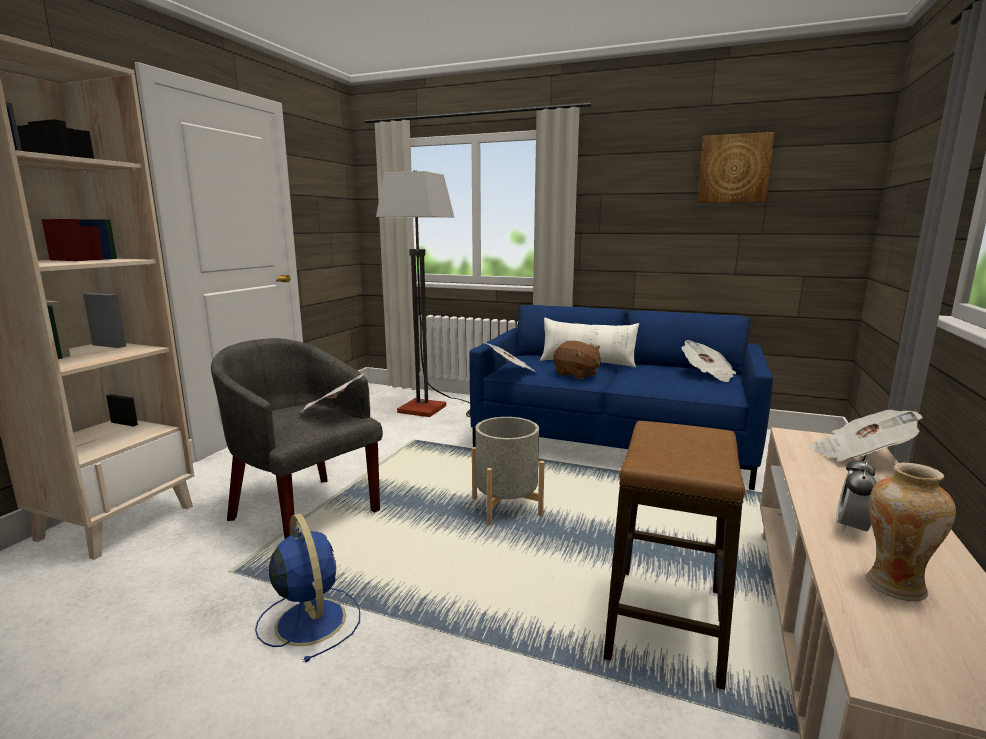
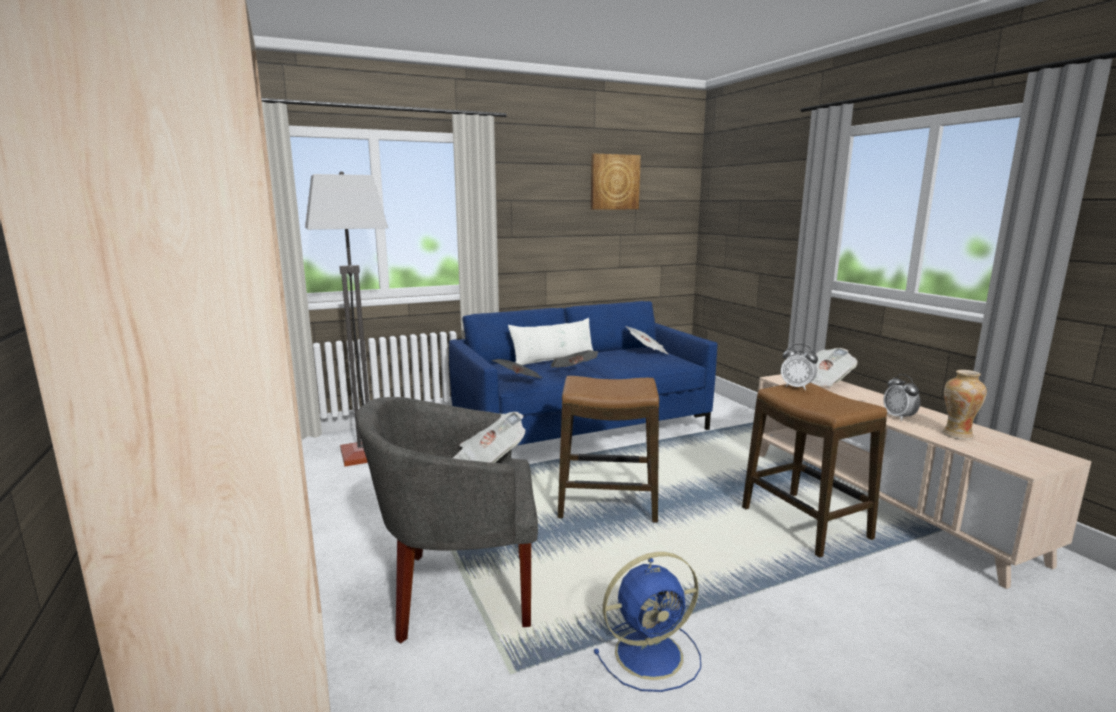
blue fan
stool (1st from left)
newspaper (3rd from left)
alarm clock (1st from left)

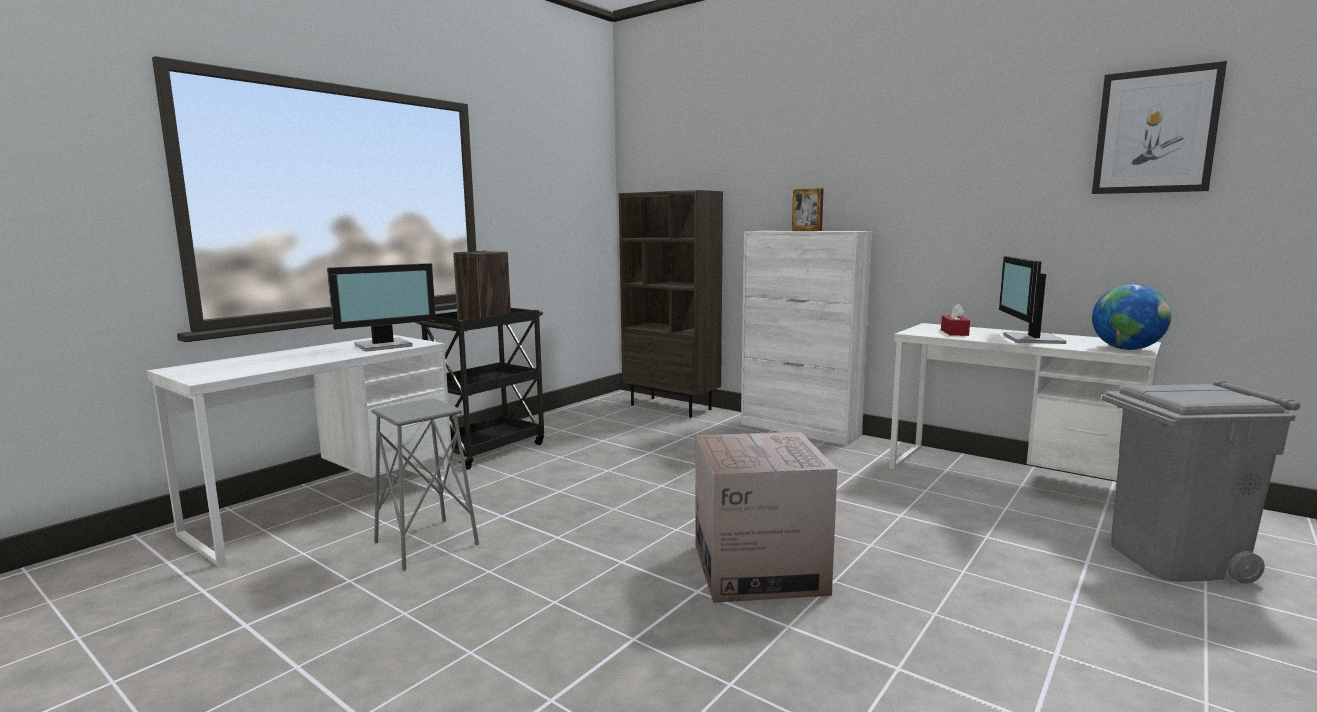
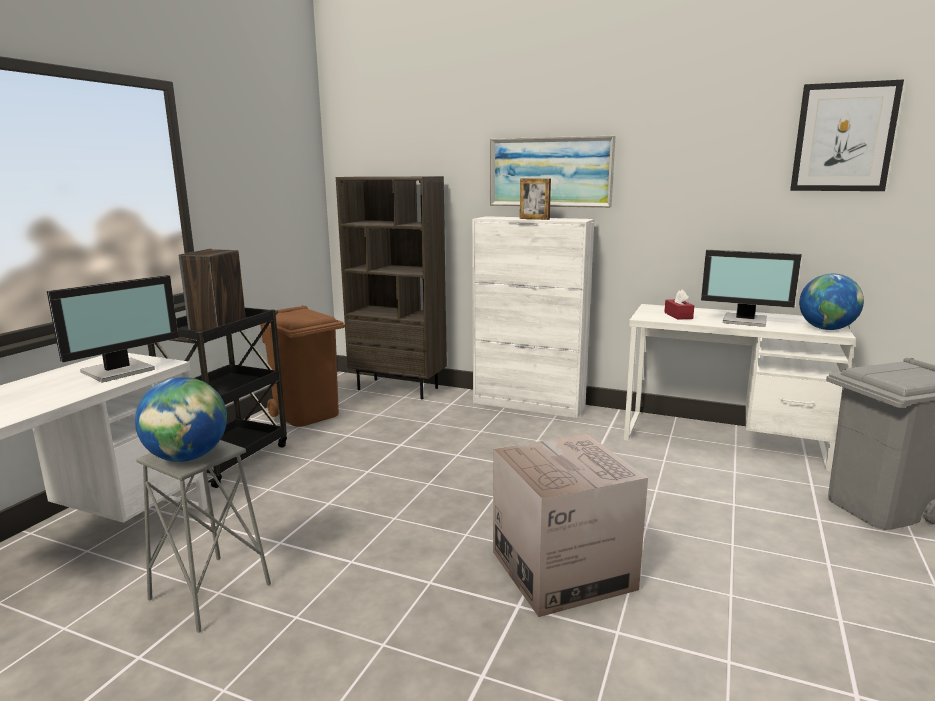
monitor (2nd from left)
globe (1st from left)
brown trash can
picture (1st from left)

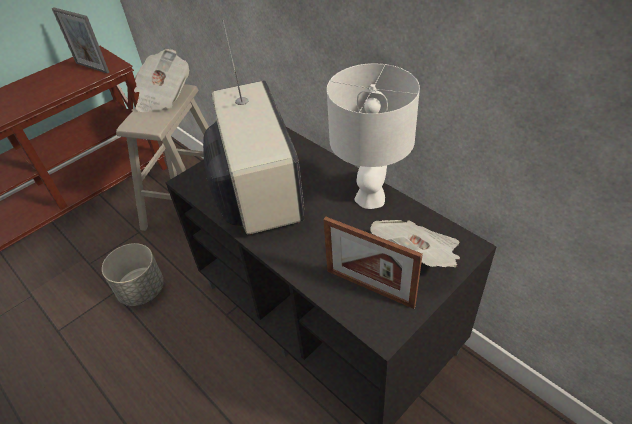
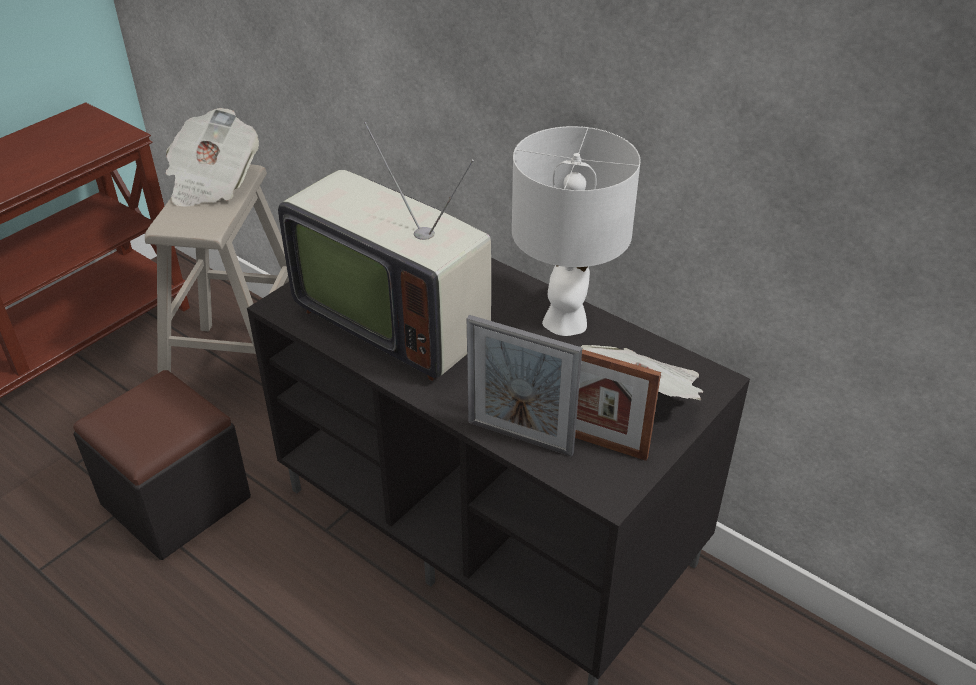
picture frame (1st from left)
black ottoman
television

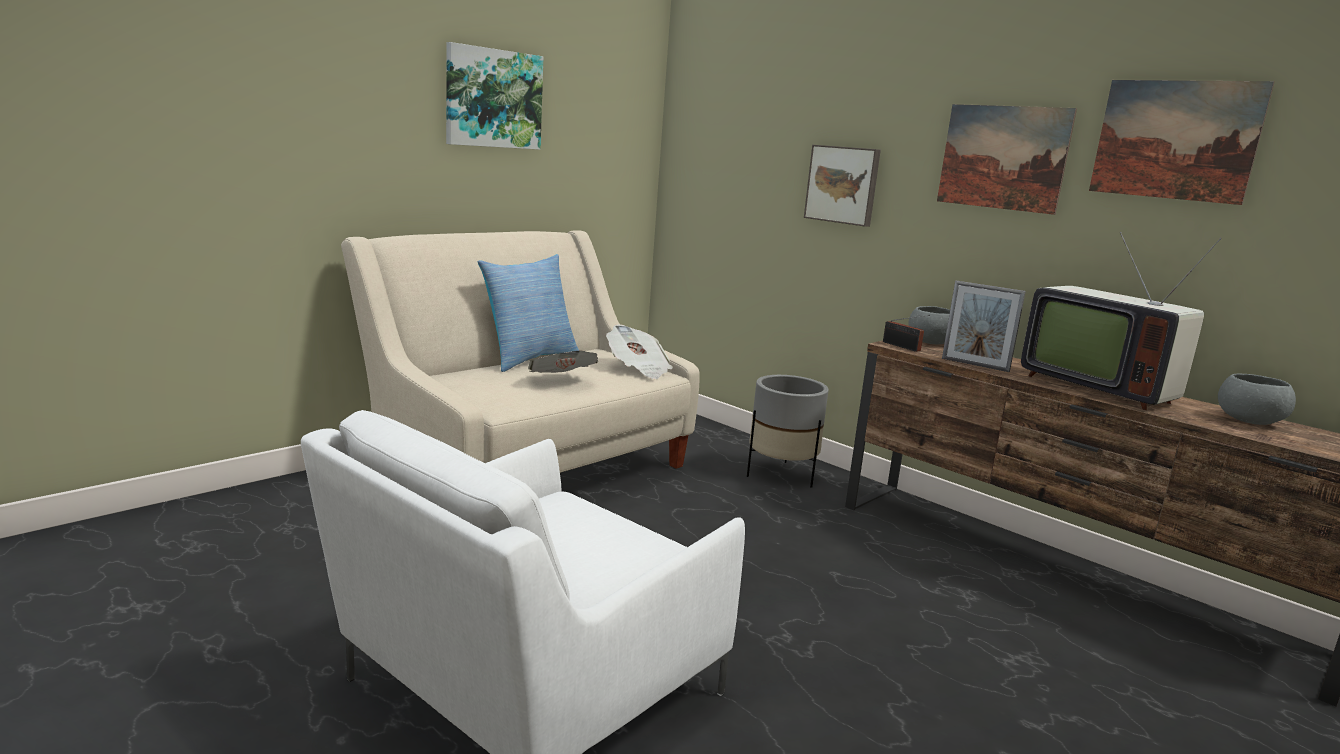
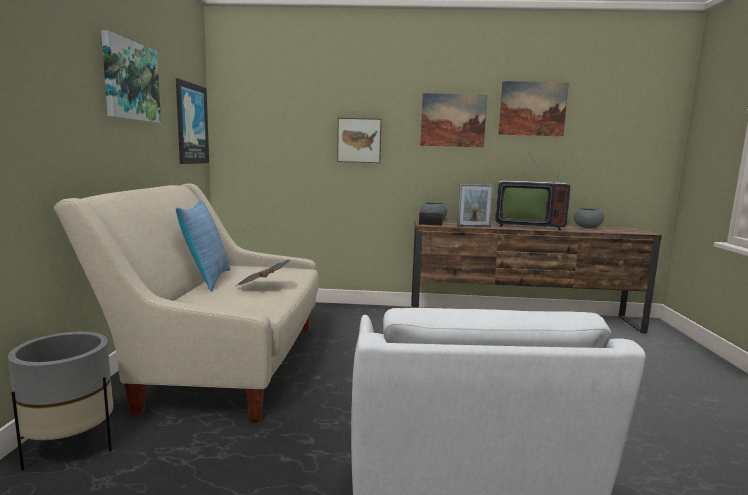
newspaper (2nd from left in the first image)
grey planter
picture (2nd from left)

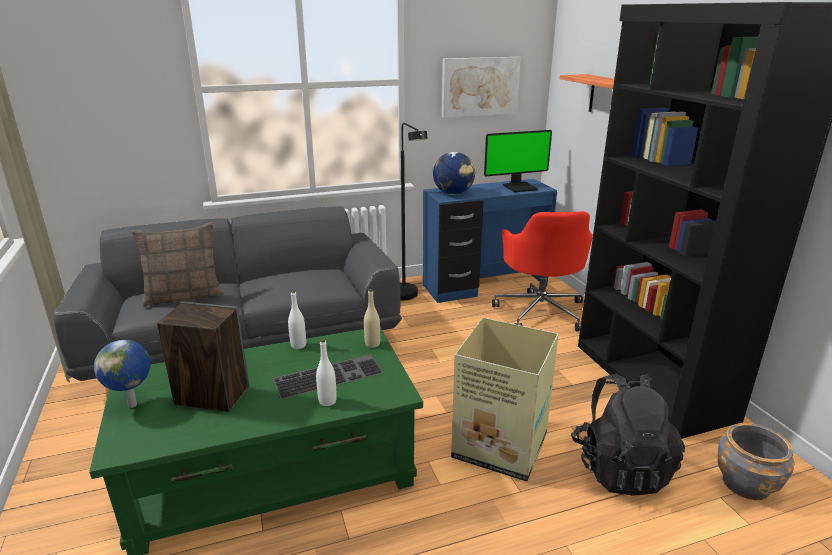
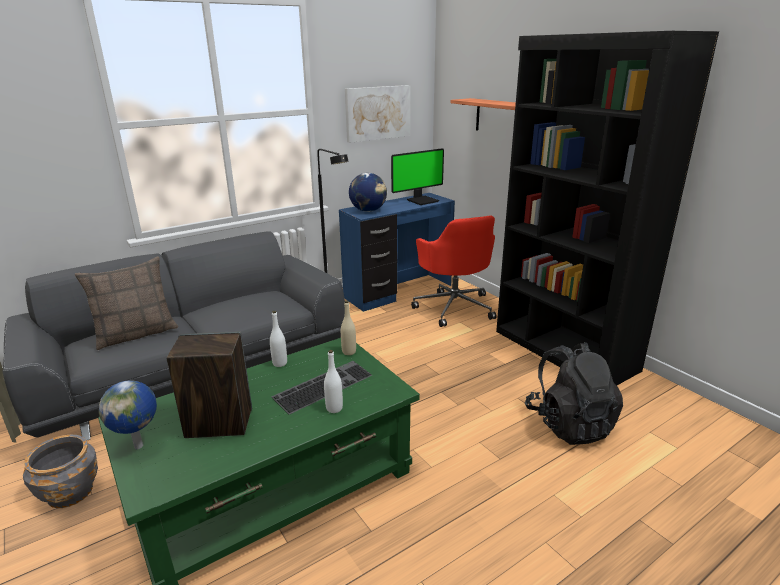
cardboard box
grey planter

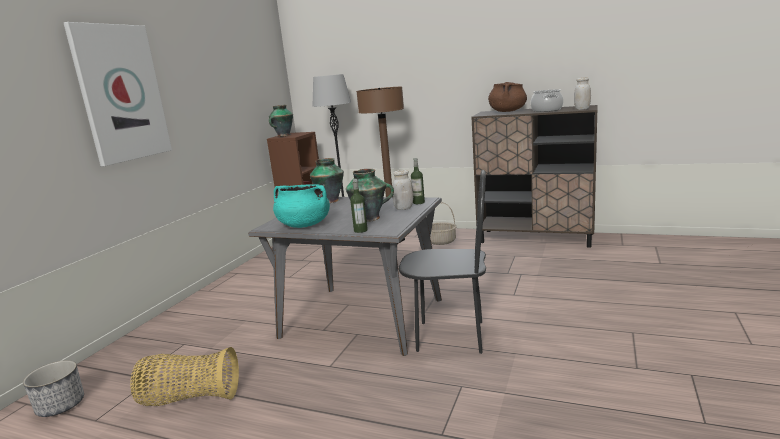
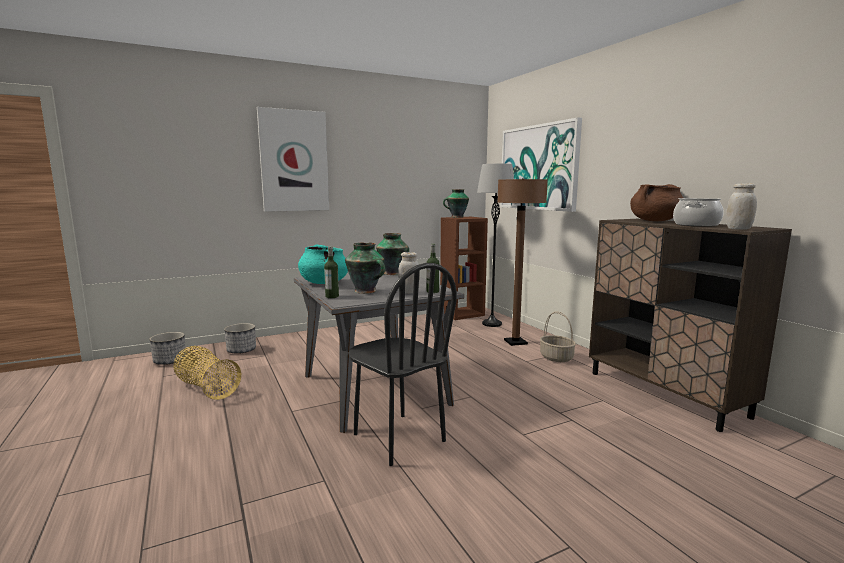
planter (2nd from left)
picture (2nd from left)

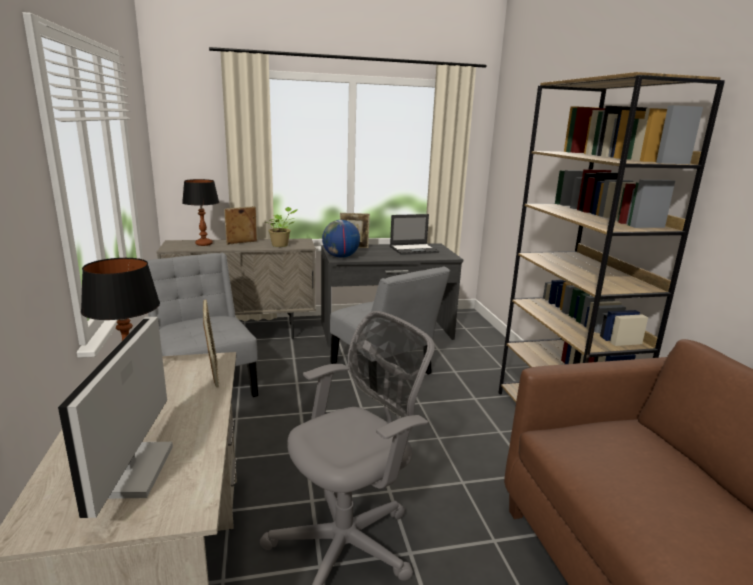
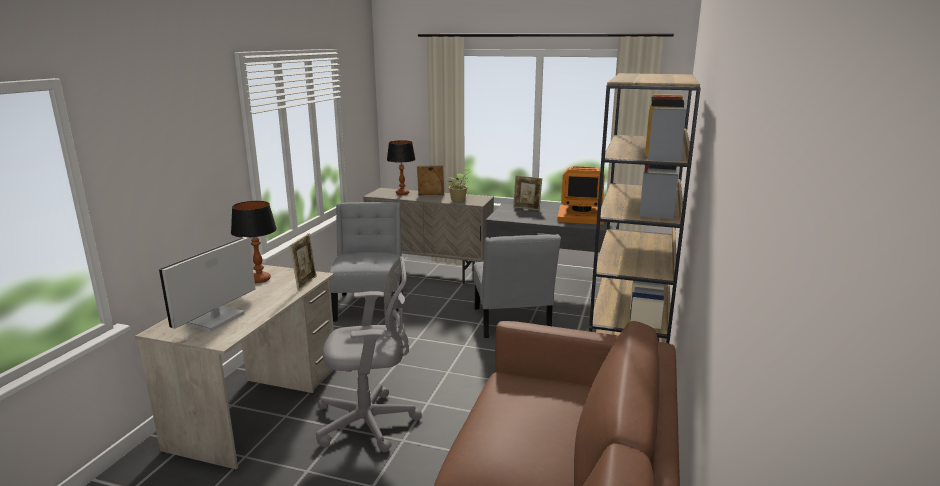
globe
monitor (2nd from left)

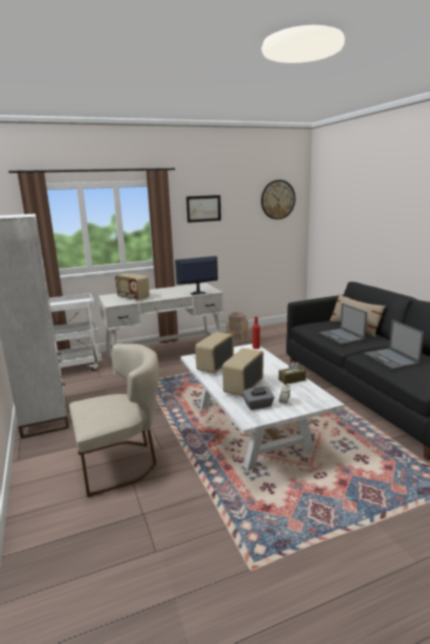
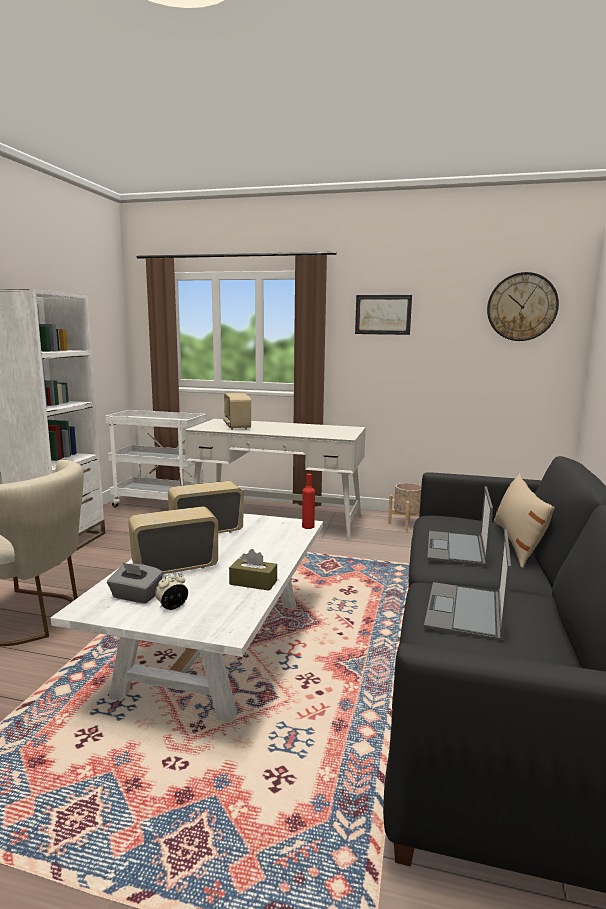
monitor

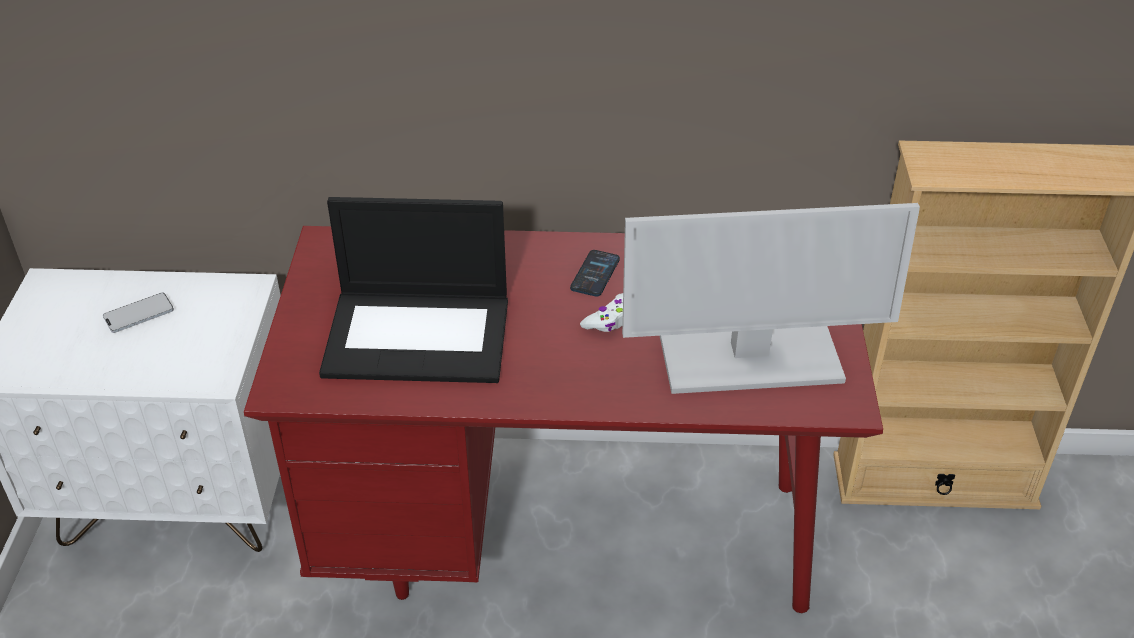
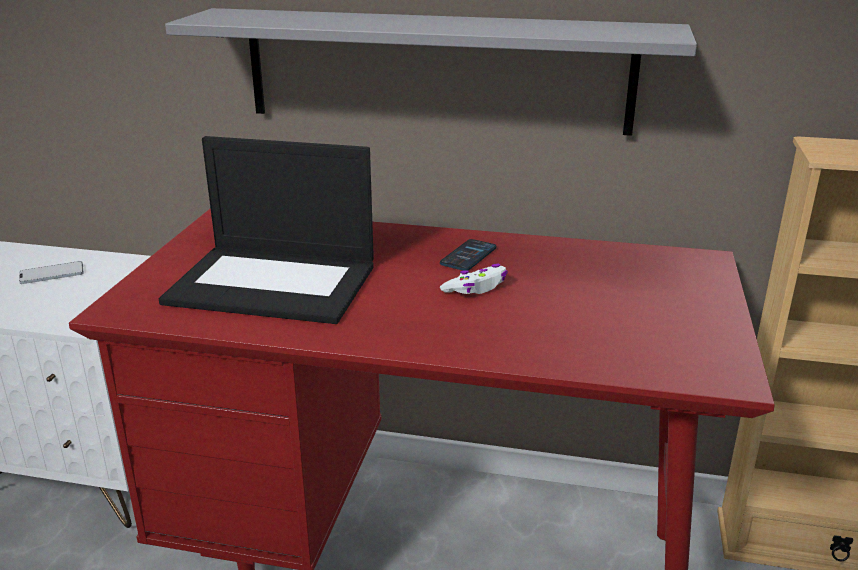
monitor
grey shelf

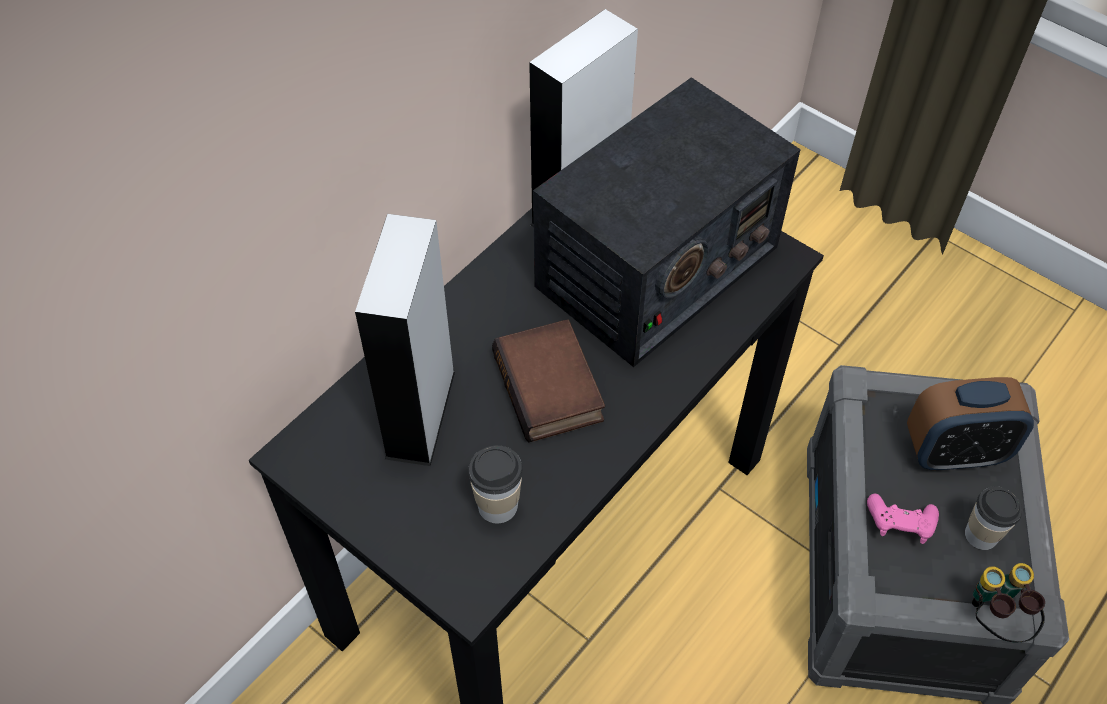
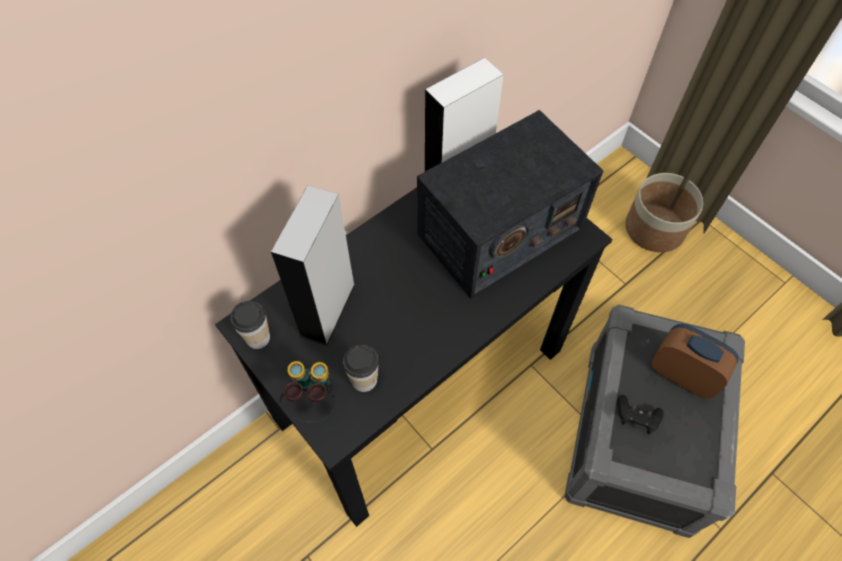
book
black game controller
alarm clock
cup (1st from left)
binoculars
planter

